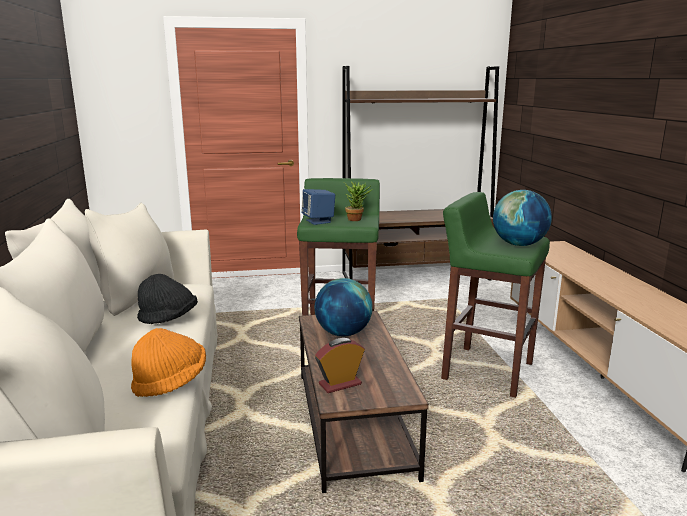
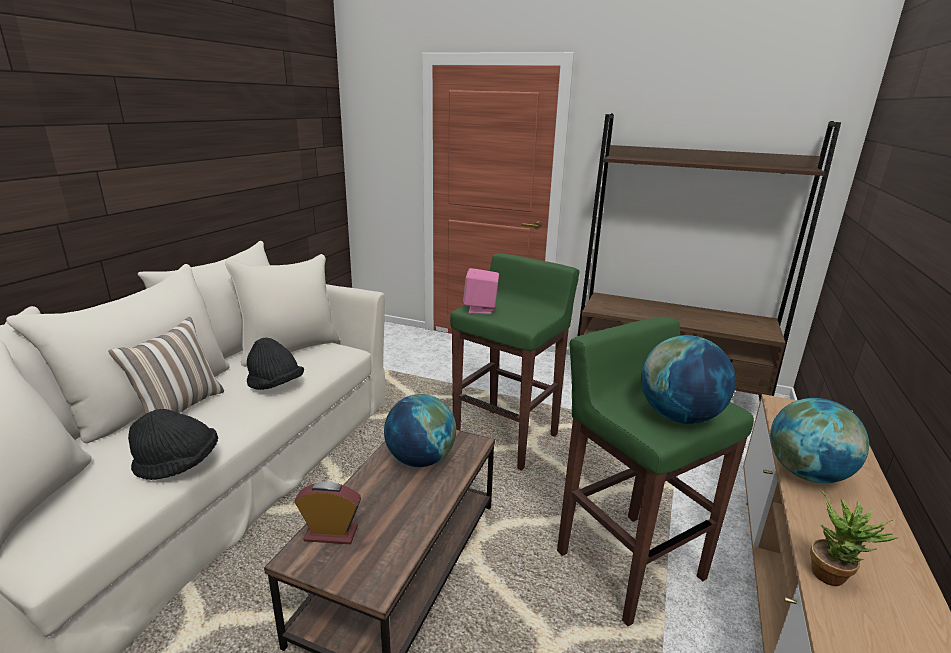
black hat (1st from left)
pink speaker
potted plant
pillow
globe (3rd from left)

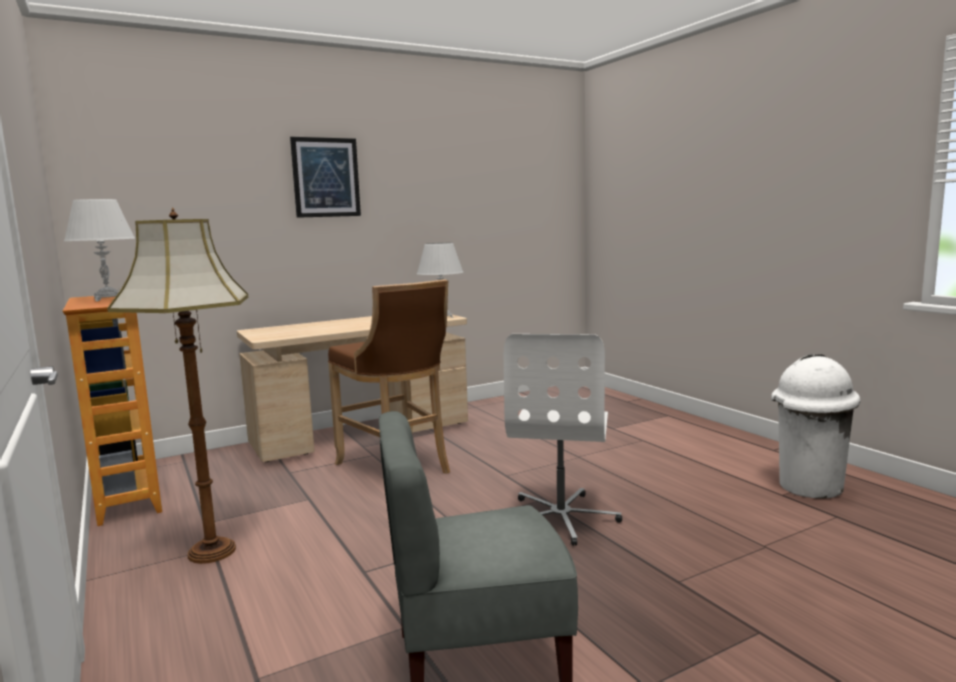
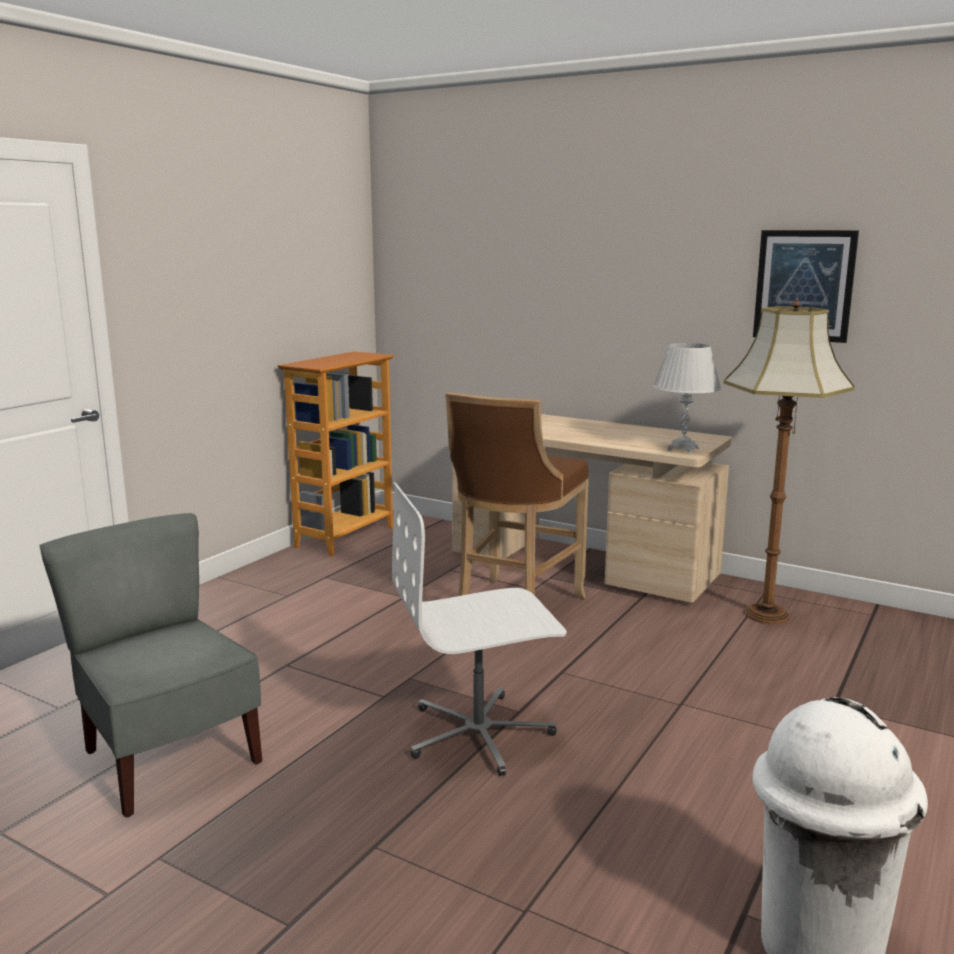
white table lamp (1st from left in the first image)
floor lamp
picture

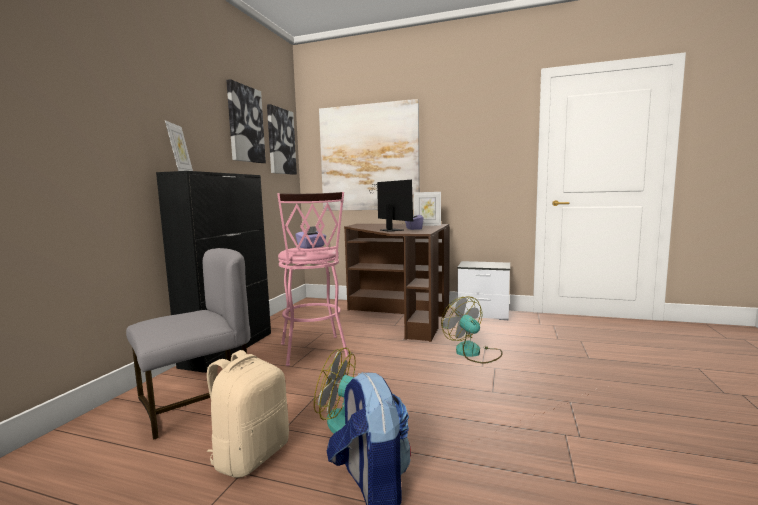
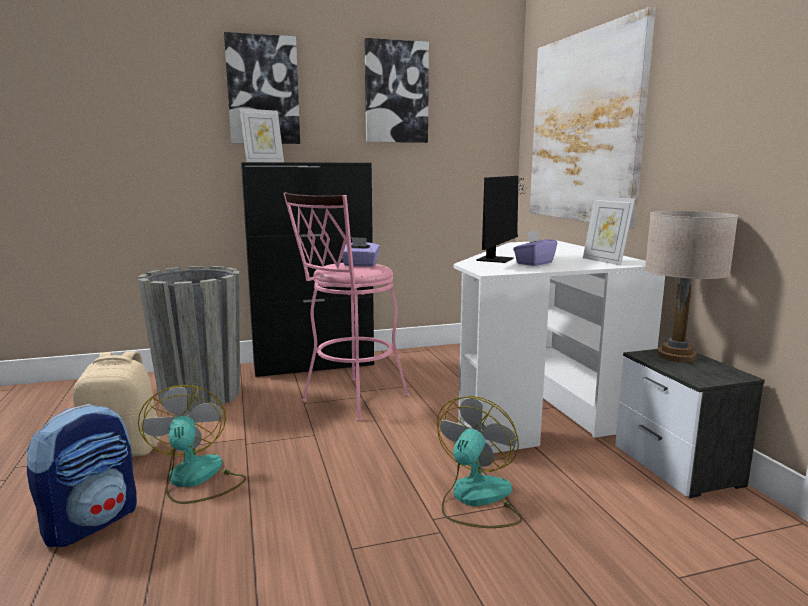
grey planter
picture (1st from left)
white desk
beige table lamp

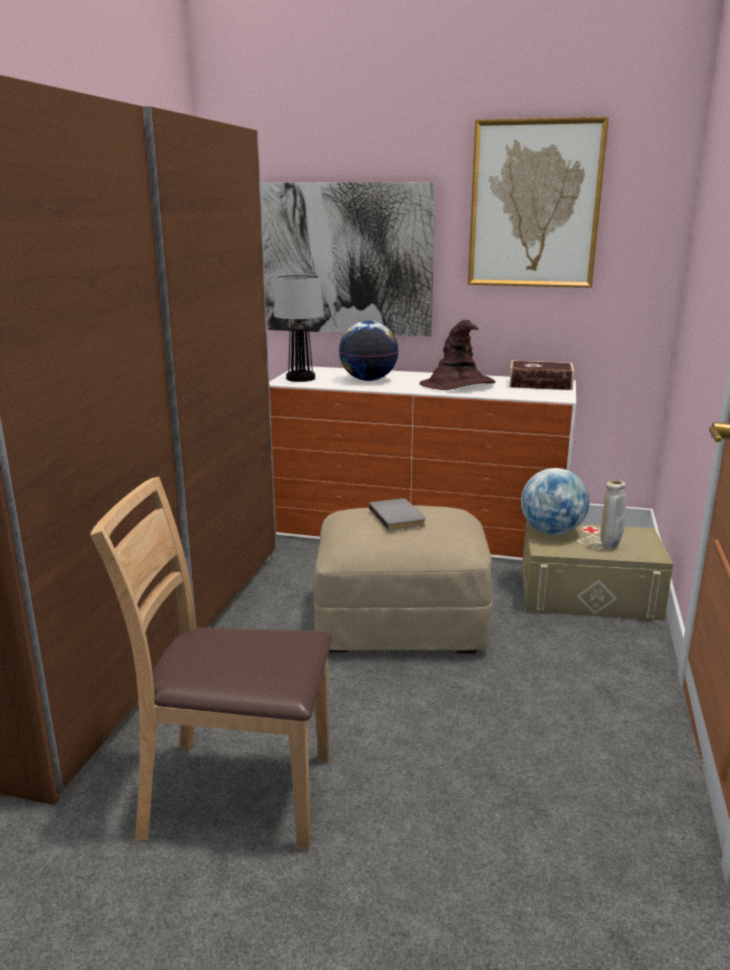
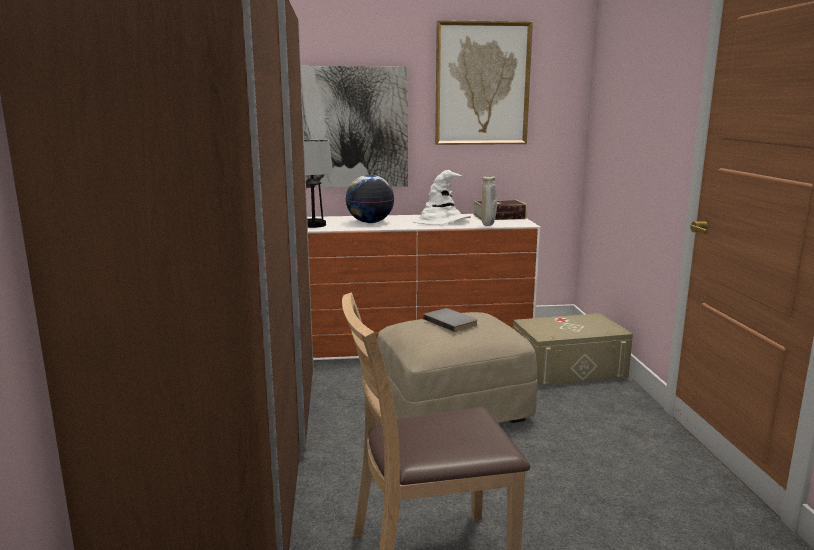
white hat
globe (2nd from left in the first image)
beige vase

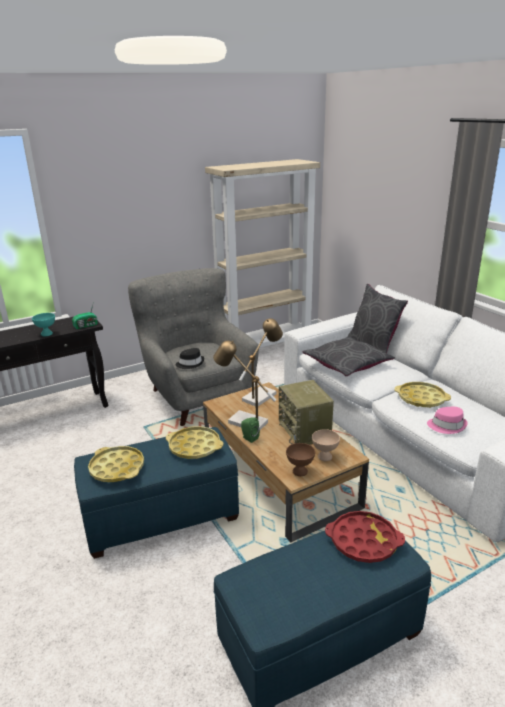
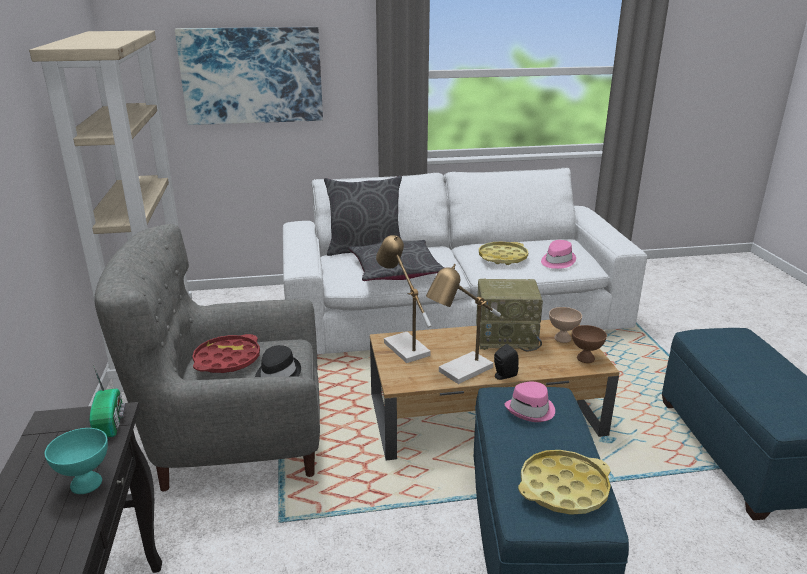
pink hat (1st from left)
black speaker
red tray
picture

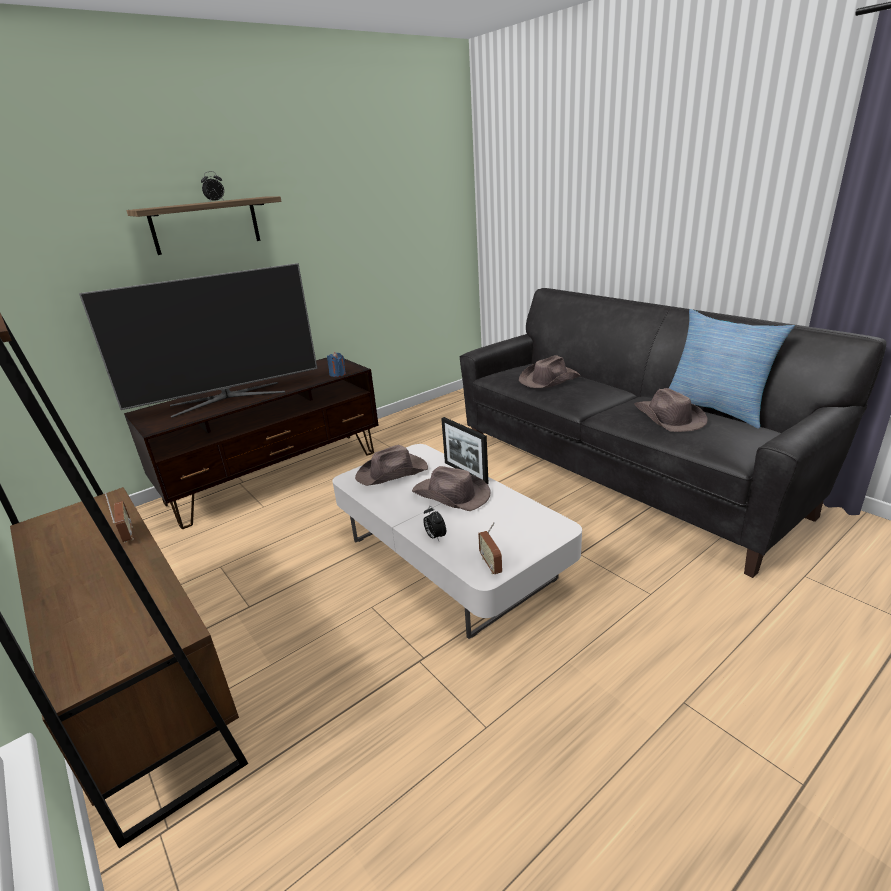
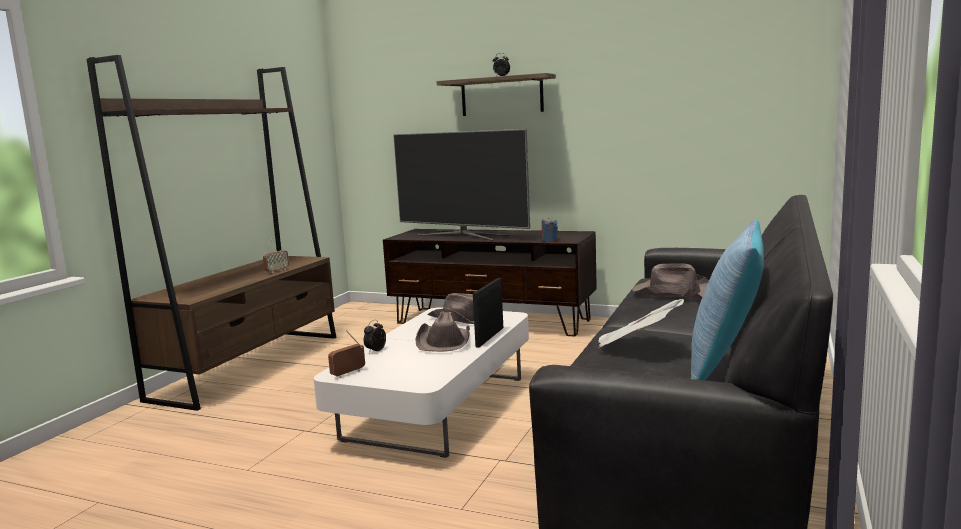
newspaper

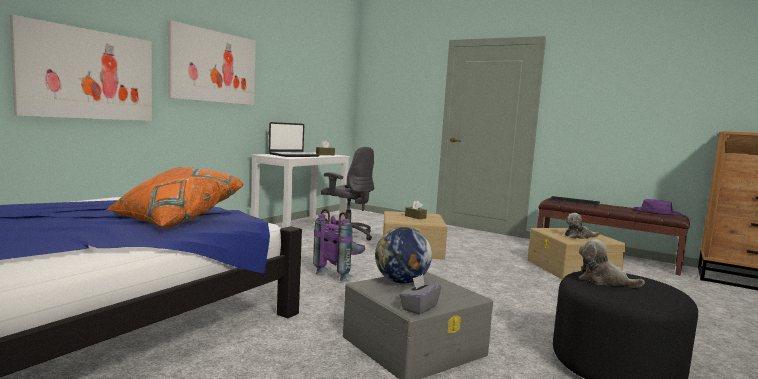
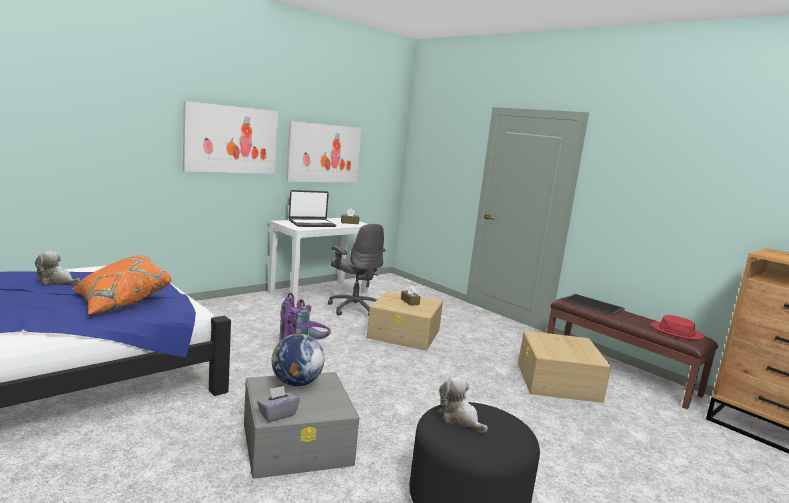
picture (2nd from left)
plush toy (1st from left)
red hat

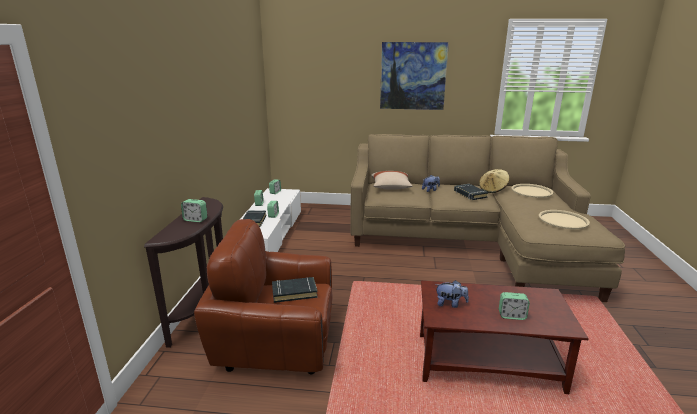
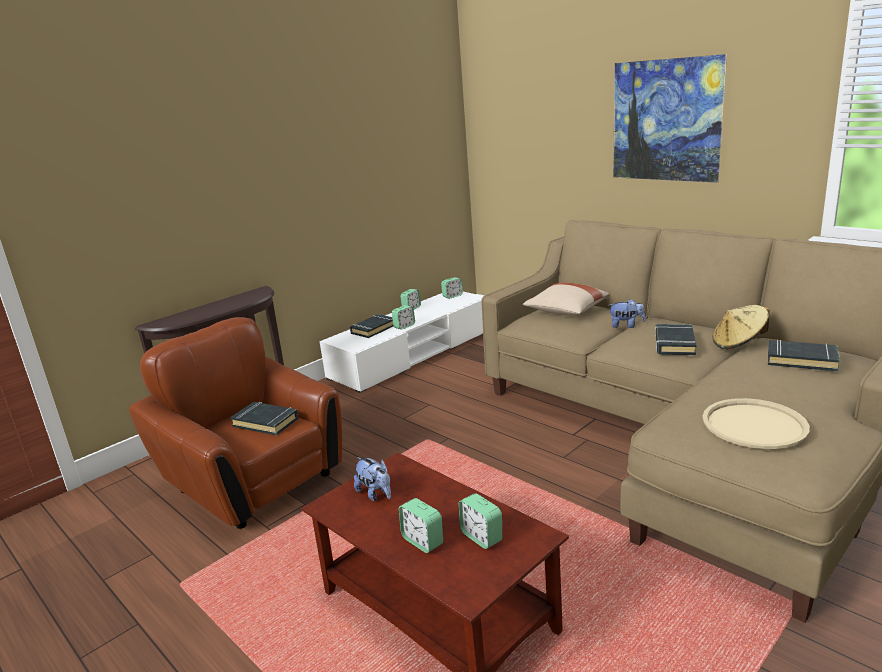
alarm clock (5th from left)
black book (4th from left)

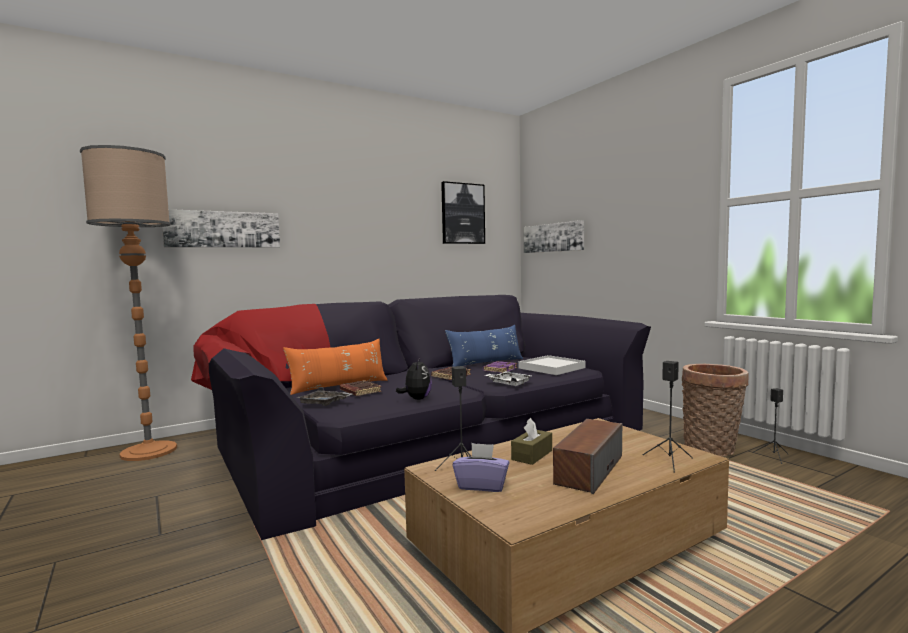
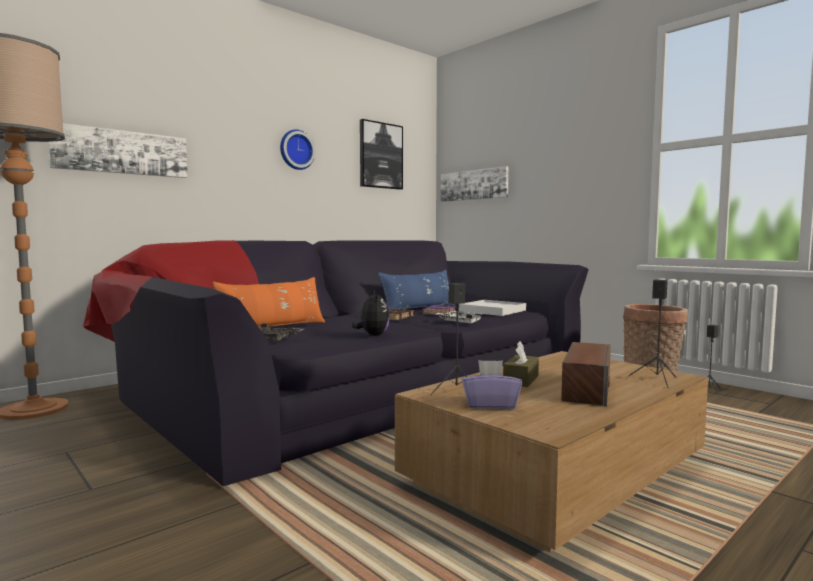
brown book (1st from left in the first image)
wall clock

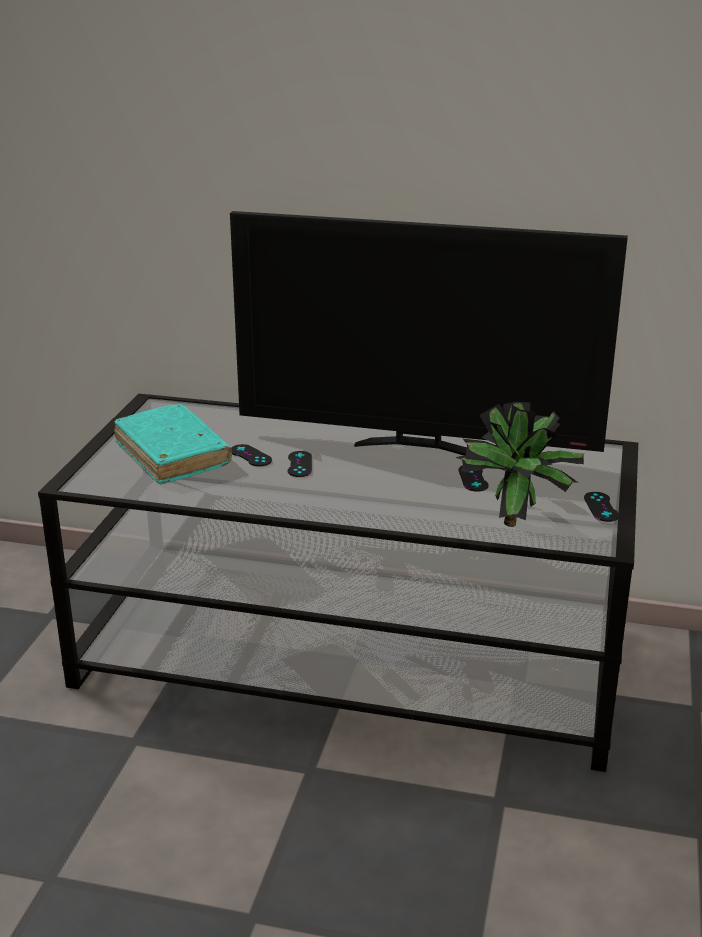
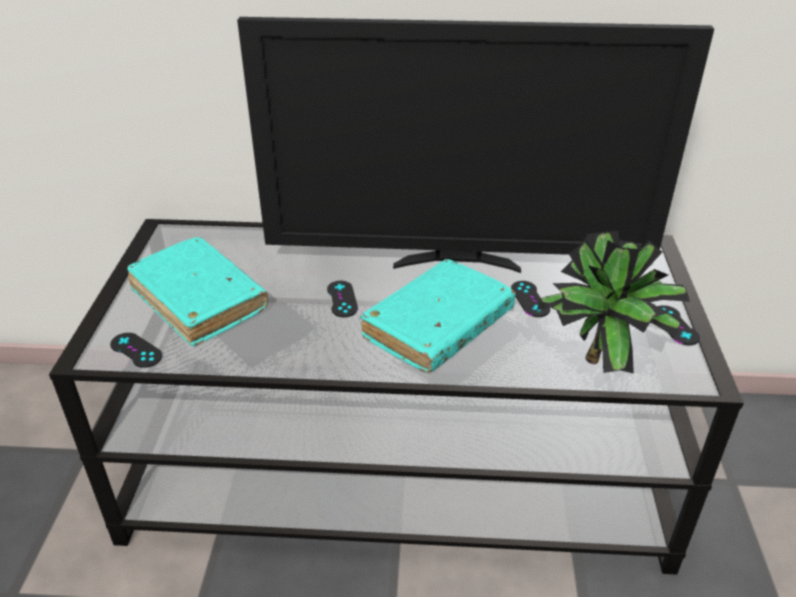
black game controller (1st from left)
turquoise book (2nd from left)

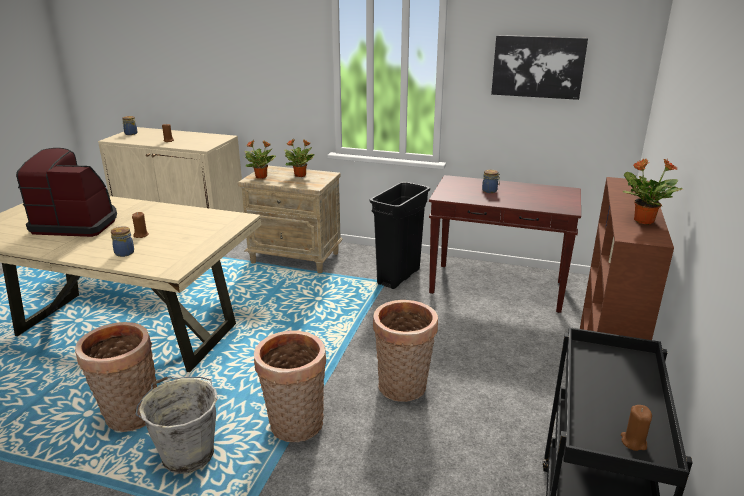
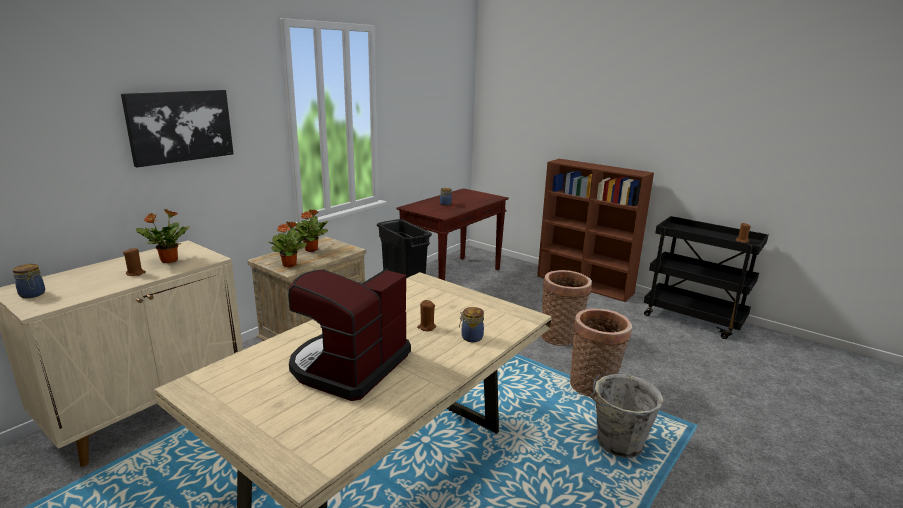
basket (1st from left in the first image)
picture
potted plant (1st from left)

